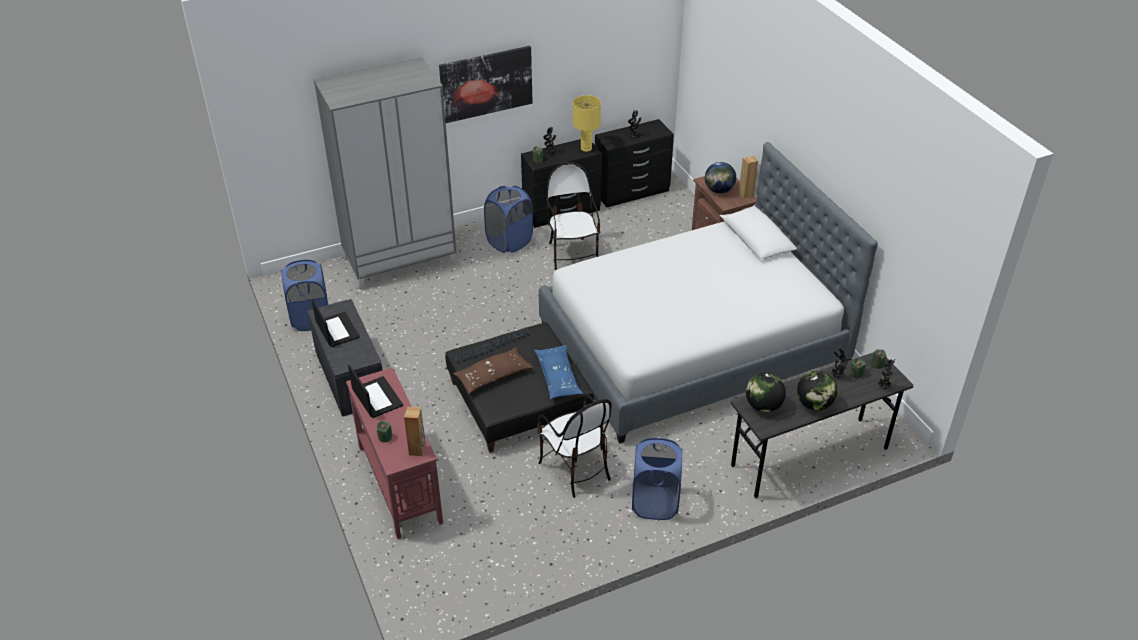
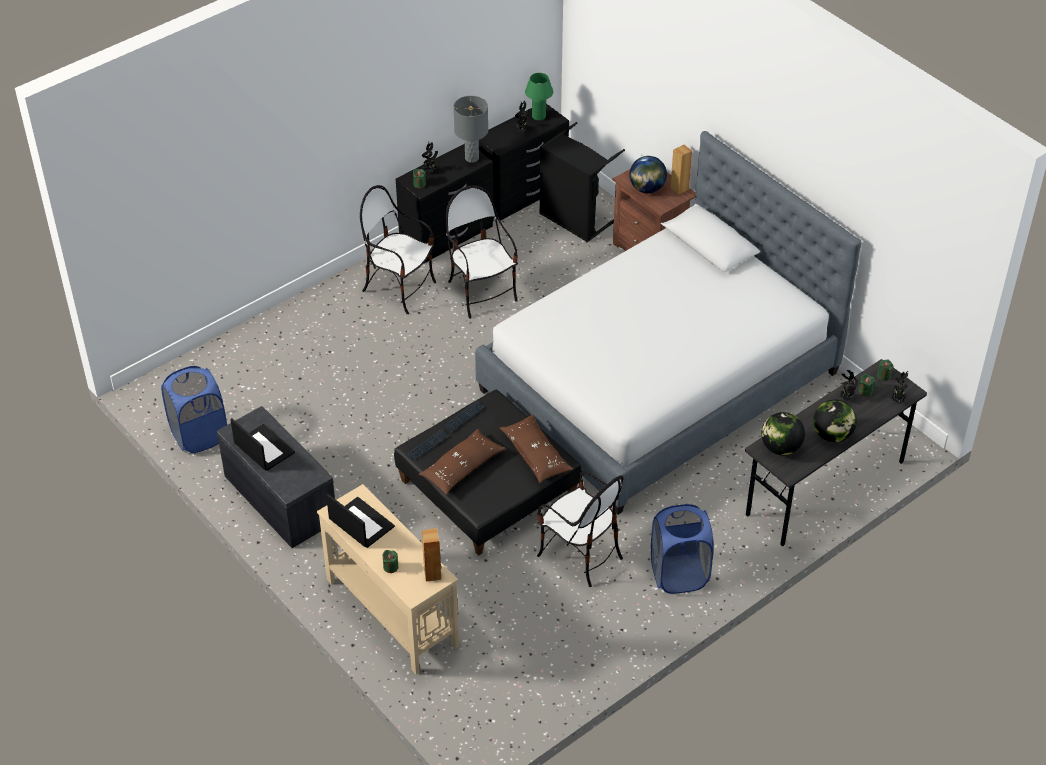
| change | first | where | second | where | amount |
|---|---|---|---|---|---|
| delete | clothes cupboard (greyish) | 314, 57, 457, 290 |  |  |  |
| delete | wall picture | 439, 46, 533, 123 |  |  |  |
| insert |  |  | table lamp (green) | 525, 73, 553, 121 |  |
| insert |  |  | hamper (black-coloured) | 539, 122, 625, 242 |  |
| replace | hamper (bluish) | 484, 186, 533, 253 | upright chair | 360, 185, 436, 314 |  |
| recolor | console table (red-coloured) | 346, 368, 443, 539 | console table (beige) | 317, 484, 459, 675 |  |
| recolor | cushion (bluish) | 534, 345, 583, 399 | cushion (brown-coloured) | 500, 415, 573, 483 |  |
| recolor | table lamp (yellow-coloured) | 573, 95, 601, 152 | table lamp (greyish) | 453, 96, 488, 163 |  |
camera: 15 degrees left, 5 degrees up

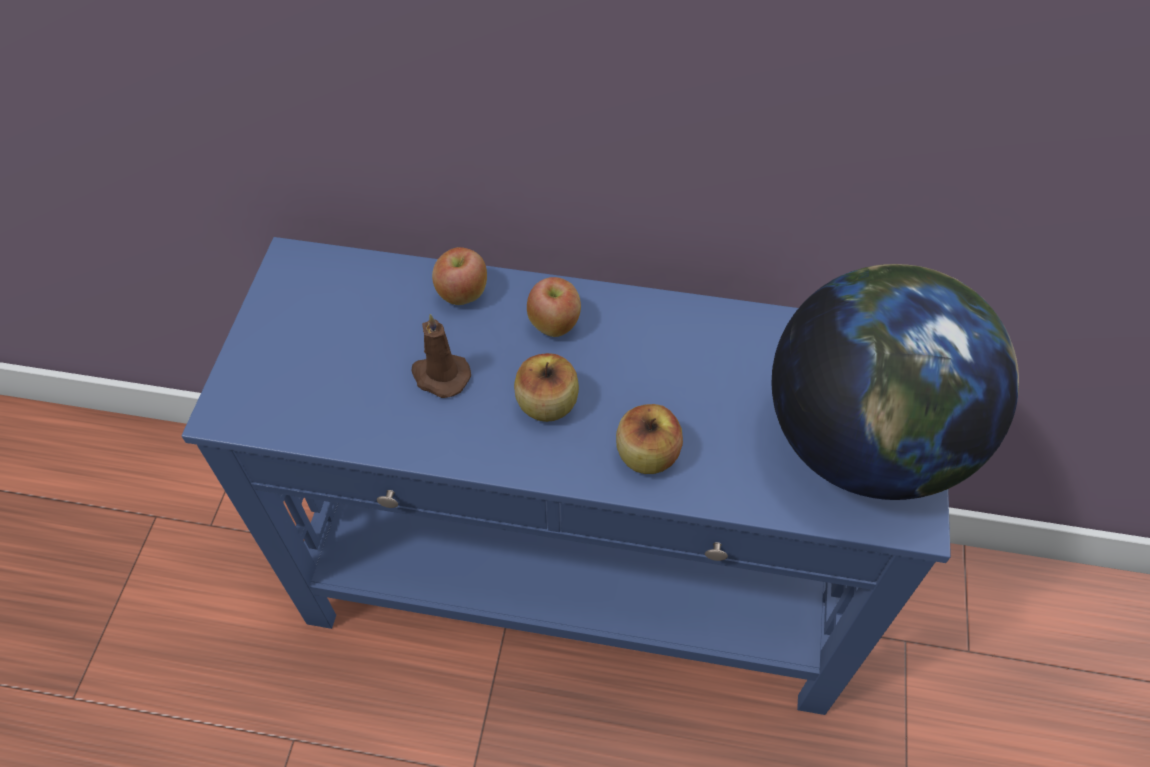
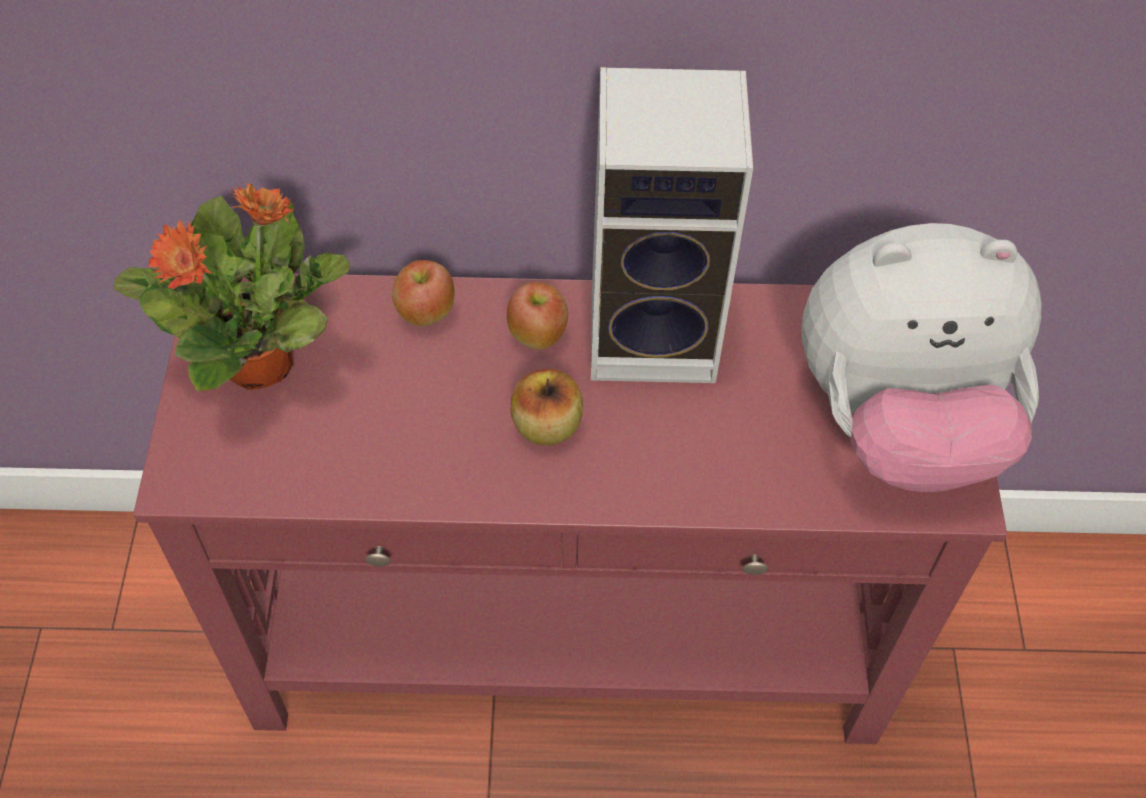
| change | first | where | second | where | amount |
|---|---|---|---|---|---|
| delete | wax candle (brown-coloured) | 411, 314, 471, 398 |  |  |  |
| delete | apple fruit | 616, 404, 683, 474 |  |  |  |
| insert |  |  | houseplant | 113, 183, 350, 391 |  |
| insert |  |  | audio speaker | 591, 67, 753, 383 |  |
| replace | desk globe | 772, 264, 1019, 500 | soft toy | 801, 223, 1041, 492 |  |
| recolor | console table (bluish) | 182, 237, 951, 715 | console table (red-coloured) | 133, 273, 1007, 744 |  |
camera: 10 degrees left, 0 degrees up

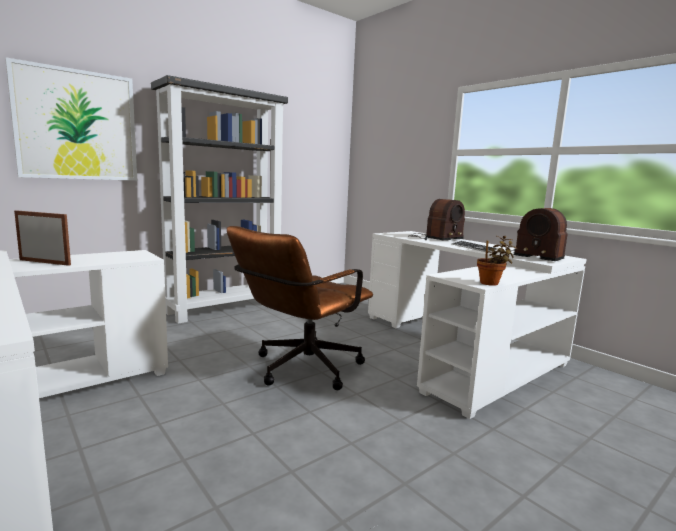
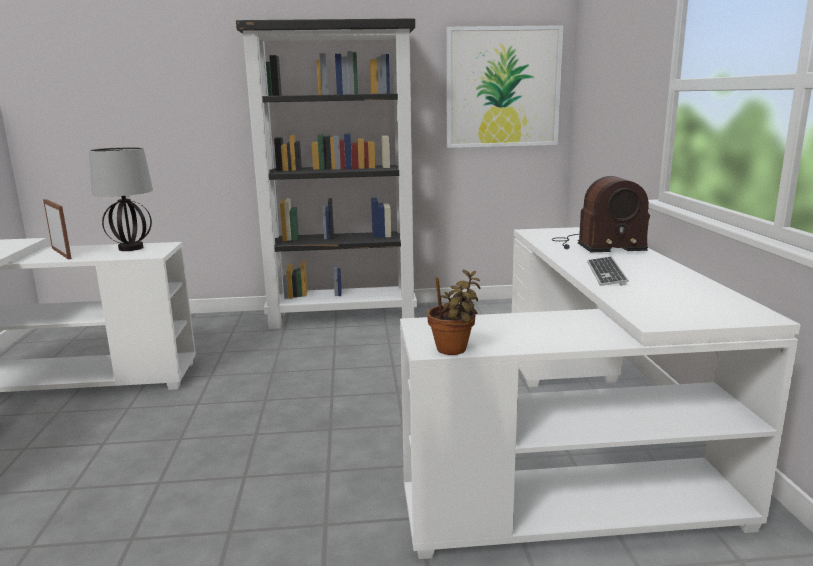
| change | first | where | second | where | amount |
|---|---|---|---|---|---|
| delete | computer chair (brown-coloured) | 227, 226, 373, 390 |  |  |  |
| delete | radio | 510, 208, 568, 261 |  |  |  |
| insert |  |  | table lamp | 89, 147, 153, 251 |  |
| move | wall picture | 5, 57, 137, 181 |  | 447, 25, 564, 148 |  |
camera: 35 degrees right, 5 degrees up

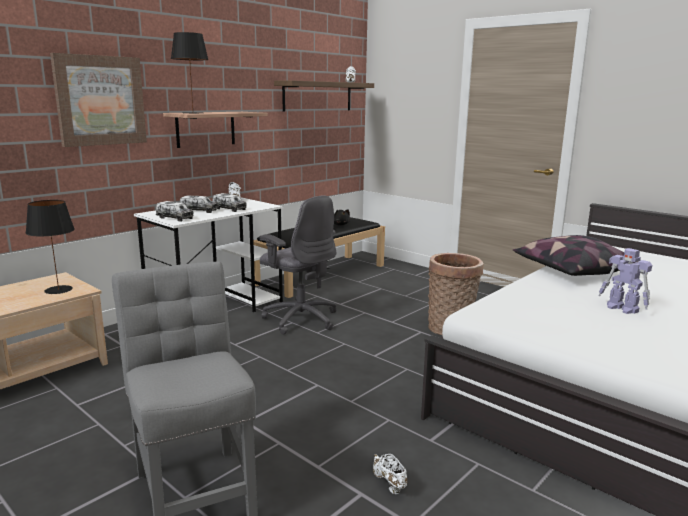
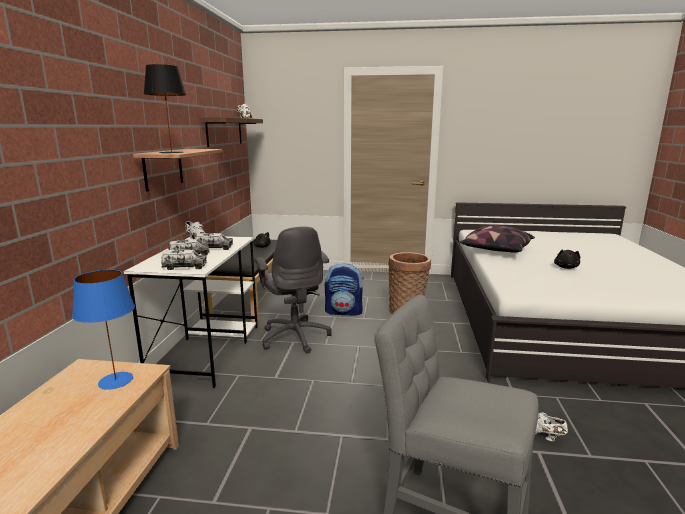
| change | first | where | second | where | amount |
|---|---|---|---|---|---|
| delete | wall picture | 50, 53, 147, 147 |  |  |  |
| insert |  |  | rucksack | 325, 263, 364, 316 |  |
| replace | robot figure | 598, 248, 652, 314 | soft toy (black-coloured) | 554, 249, 580, 269 |  |
| recolor | table lamp (black-coloured) | 26, 200, 75, 294 | table lamp (bluish) | 72, 269, 135, 390 |  |
| rotate | computer chair (greyish) | 260, 195, 337, 335 |  | 254, 226, 332, 354 | 60 degrees clockwise |
camera: 35 degrees left, 0 degrees up

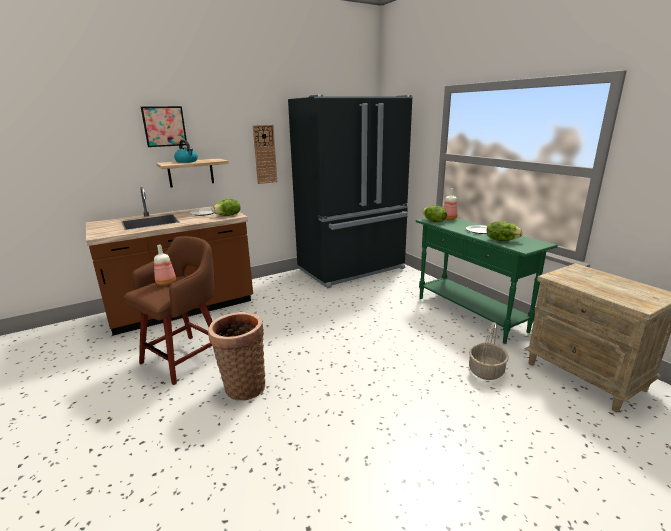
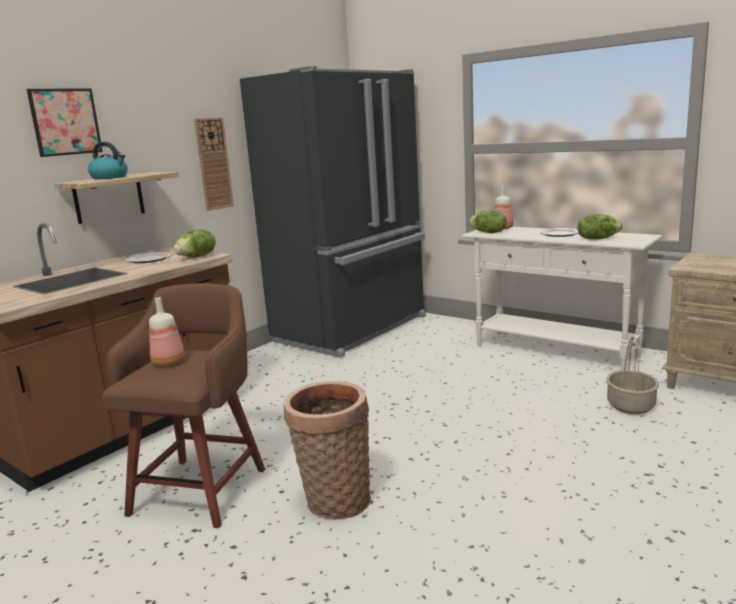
| change | first | where | second | where | amount |
|---|---|---|---|---|---|
| recolor | console table (green) | 416, 218, 558, 344 | console table (whitish) | 462, 227, 663, 370 |  |
camera: 20 degrees left, 5 degrees down

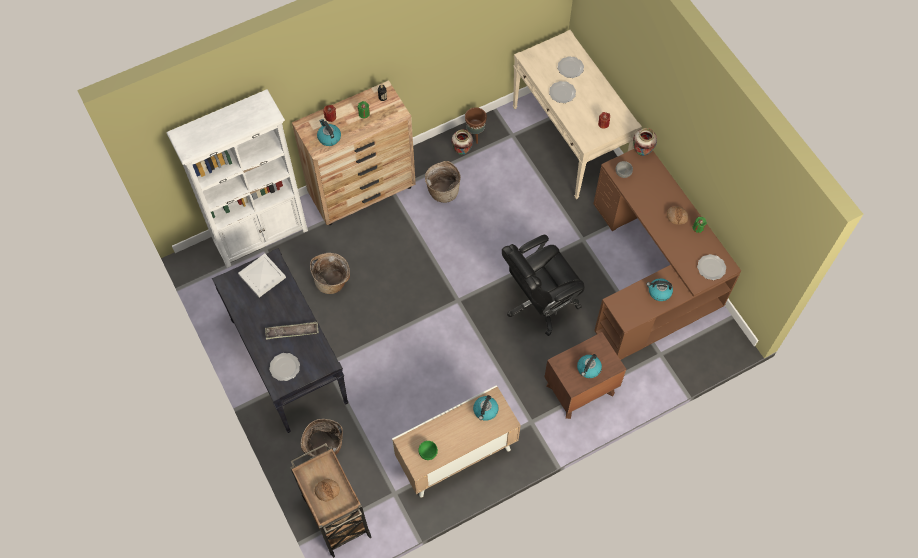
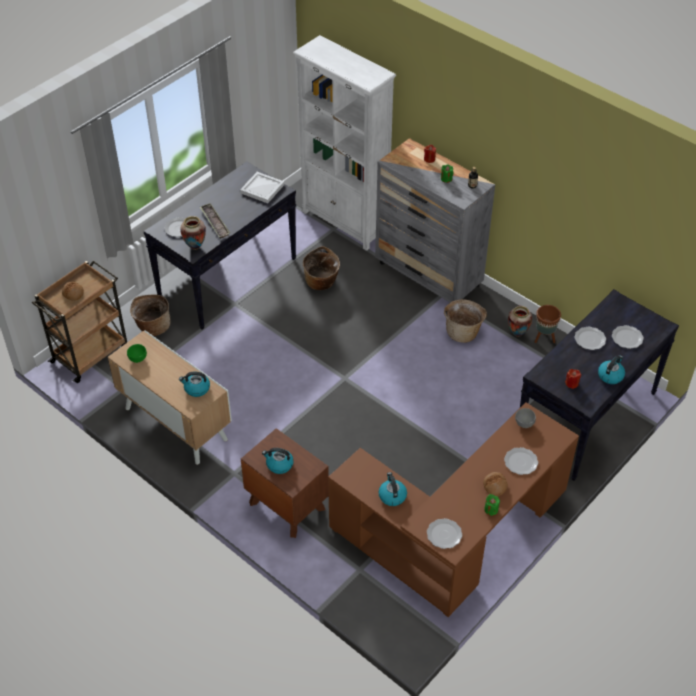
| change | first | where | second | where | amount |
|---|---|---|---|---|---|
| delete | computer chair (black-coloured) | 502, 235, 585, 336 |  |  |  |
| insert |  |  | flat dish | 504, 447, 538, 475 |  |
| move | kettle | 317, 119, 341, 146 |  | 598, 355, 625, 384 |  |
| move | flower vase | 633, 128, 657, 156 |  | 180, 216, 206, 250 |  |
| recolor | chest of drawers (brown-coloured) | 292, 80, 416, 225 | chest of drawers (greyish) | 375, 138, 495, 303 |  |
| recolor | console table (beige) | 513, 30, 642, 199 | console table (black-coloured) | 520, 289, 679, 481 |  |
camera: 70 degrees right, 15 degrees down

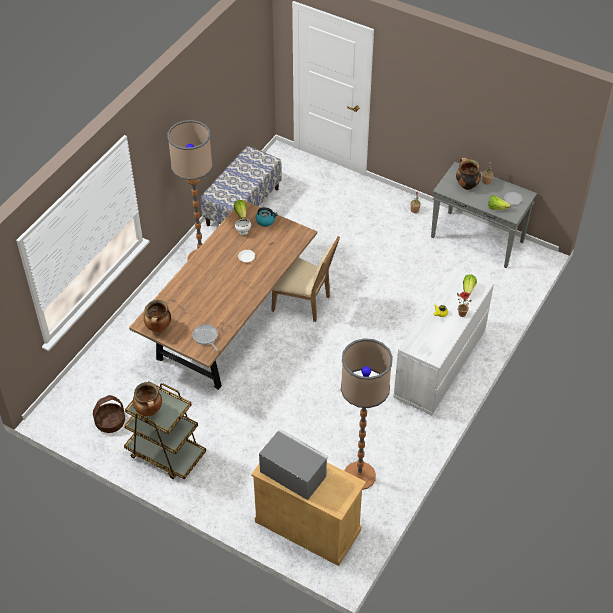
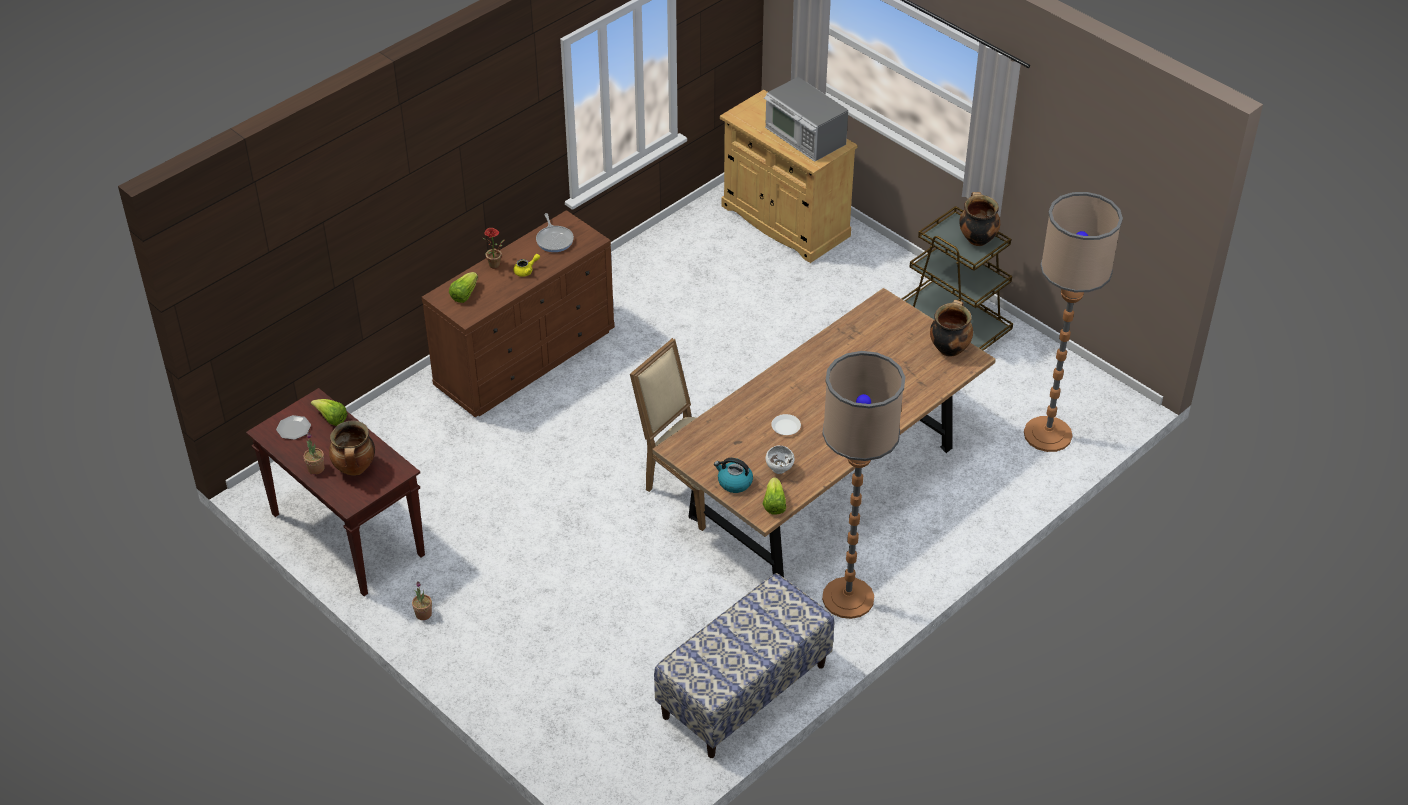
| change | first | where | second | where | amount |
|---|---|---|---|---|---|
| delete | storage basket | 93, 395, 125, 433 |  |  |  |
| move | frying pan | 192, 324, 218, 351 |  | 536, 213, 574, 252 |  |
| move | standard lamp | 341, 338, 393, 490 |  | 1024, 192, 1123, 452 |  |
| recolor | chest of drawers (whitish) | 393, 267, 494, 415 | chest of drawers (brown-coloured) | 422, 210, 615, 417 |  |
| recolor | console table (greyish) | 431, 162, 537, 268 | console table (brown-coloured) | 246, 388, 425, 596 |  |
camera: 165 degrees left, 5 degrees down

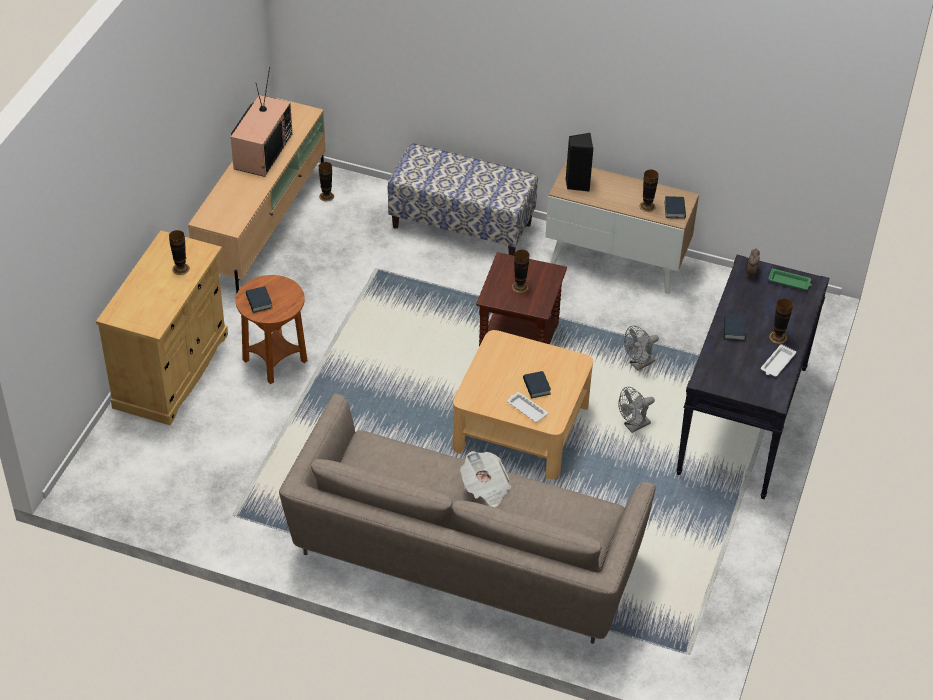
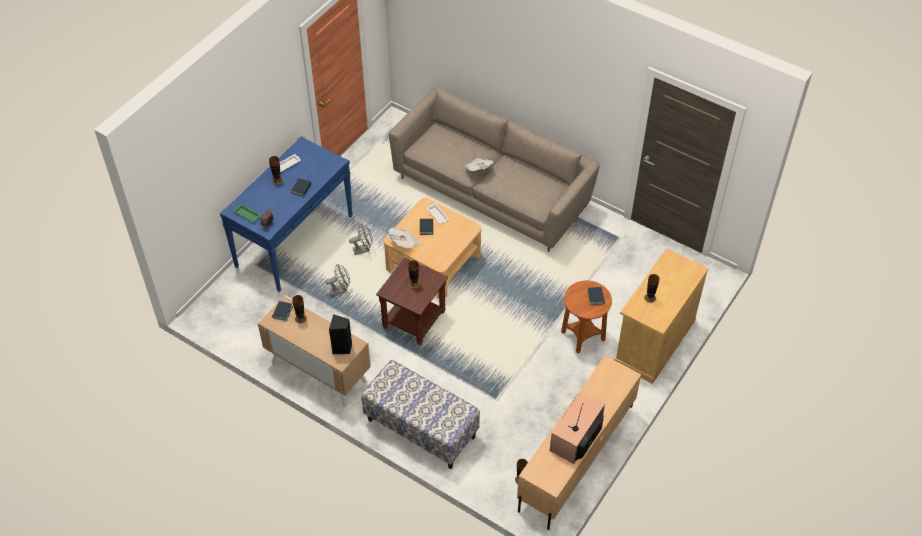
| change | first | where | second | where | amount |
|---|---|---|---|---|---|
| insert |  |  | printed paper | 388, 227, 421, 249 |  |
| recolor | console table (black-coloured) | 676, 255, 830, 499 | console table (bluish) | 220, 136, 352, 292 |  |
camera: 165 degrees left, 5 degrees up

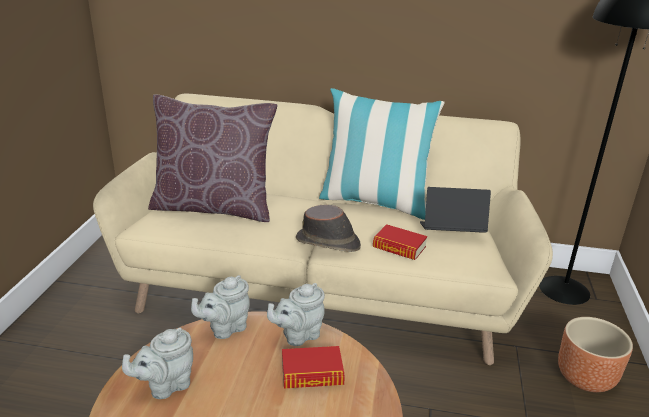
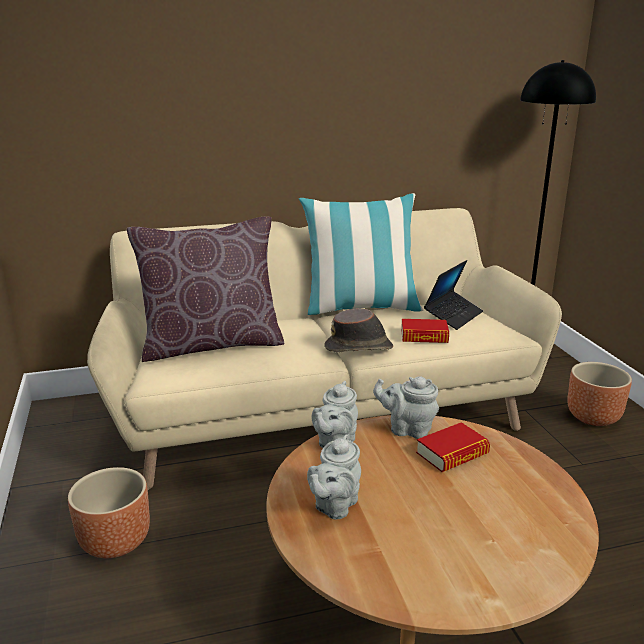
| change | first | where | second | where | amount |
|---|---|---|---|---|---|
| insert |  |  | flower pot (brown-coloured) | 68, 467, 150, 558 |  |
| rotate | tea pot (greyish) | 267, 283, 325, 346 |  | 373, 376, 439, 439 | 75 degrees clockwise |
| rotate | notebook computer | 420, 187, 491, 233 |  | 424, 260, 483, 330 | 150 degrees clockwise |
camera: 25 degrees left, 5 degrees down

